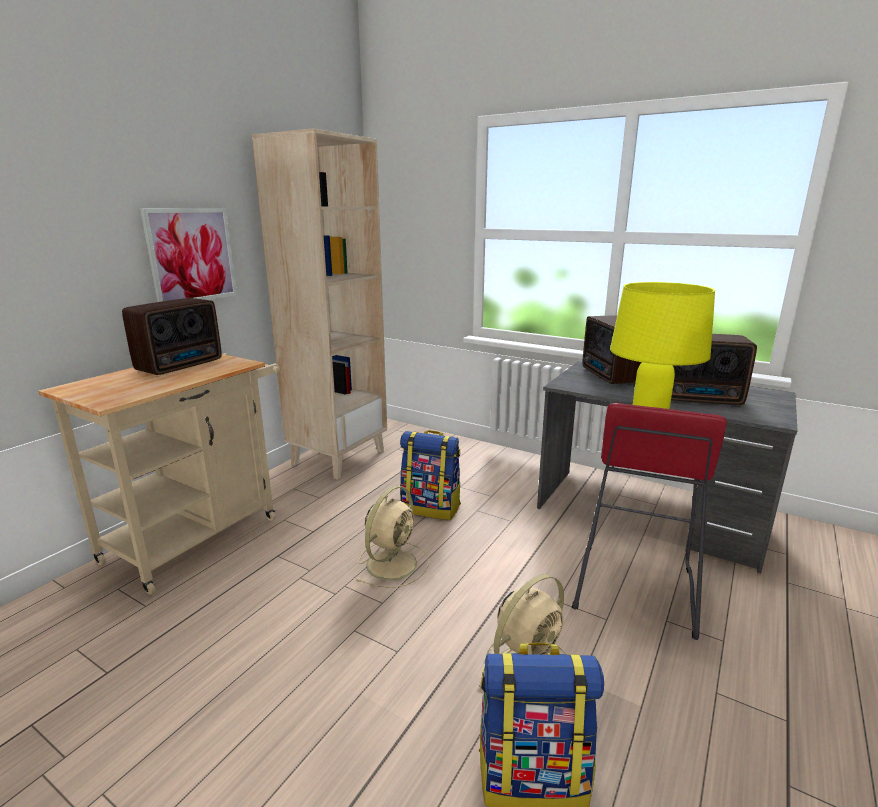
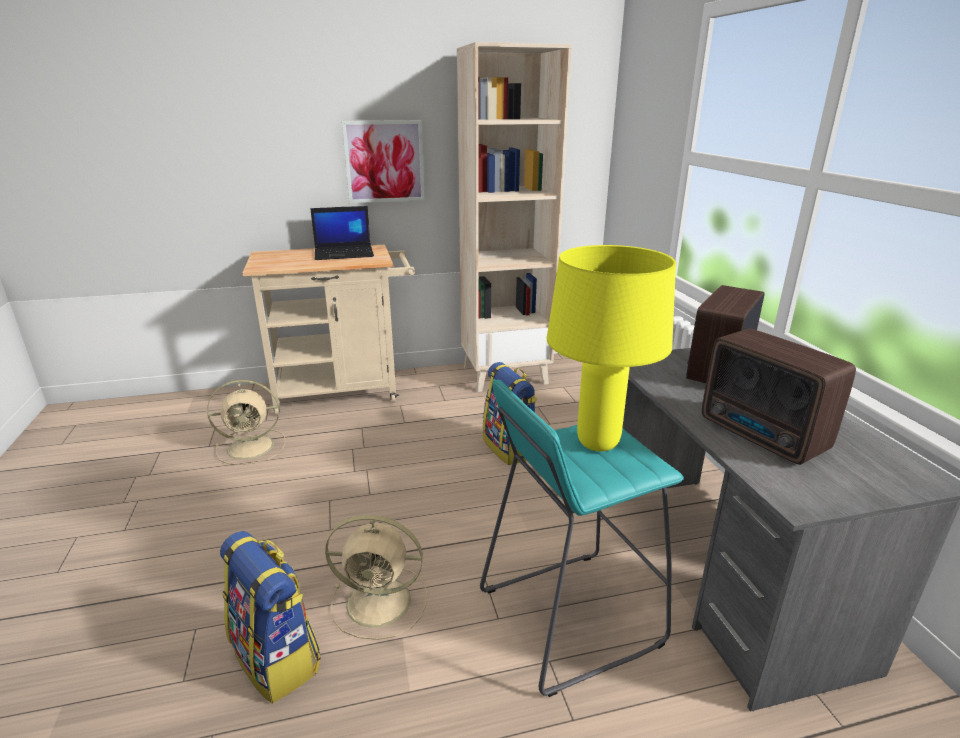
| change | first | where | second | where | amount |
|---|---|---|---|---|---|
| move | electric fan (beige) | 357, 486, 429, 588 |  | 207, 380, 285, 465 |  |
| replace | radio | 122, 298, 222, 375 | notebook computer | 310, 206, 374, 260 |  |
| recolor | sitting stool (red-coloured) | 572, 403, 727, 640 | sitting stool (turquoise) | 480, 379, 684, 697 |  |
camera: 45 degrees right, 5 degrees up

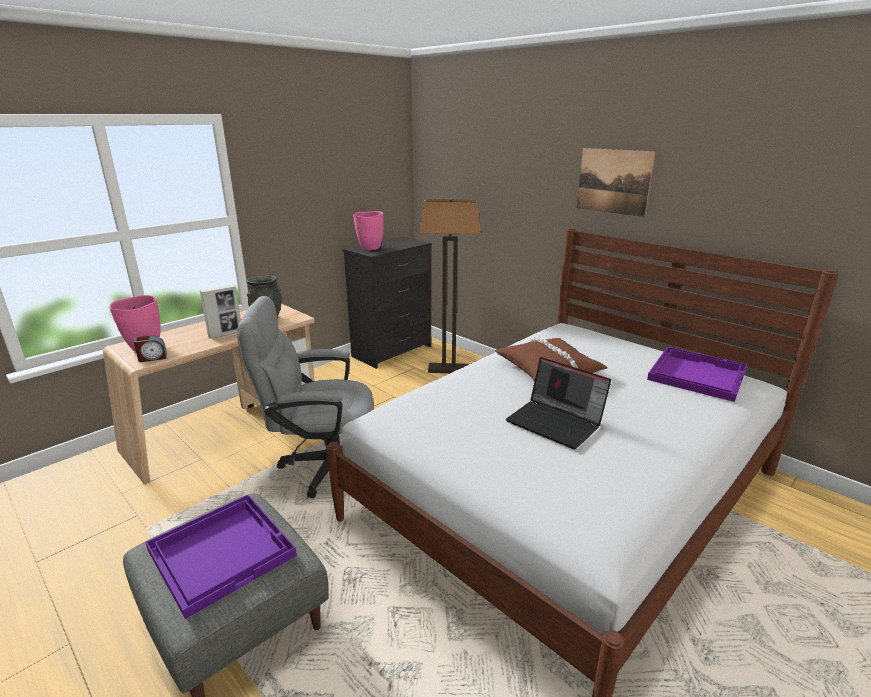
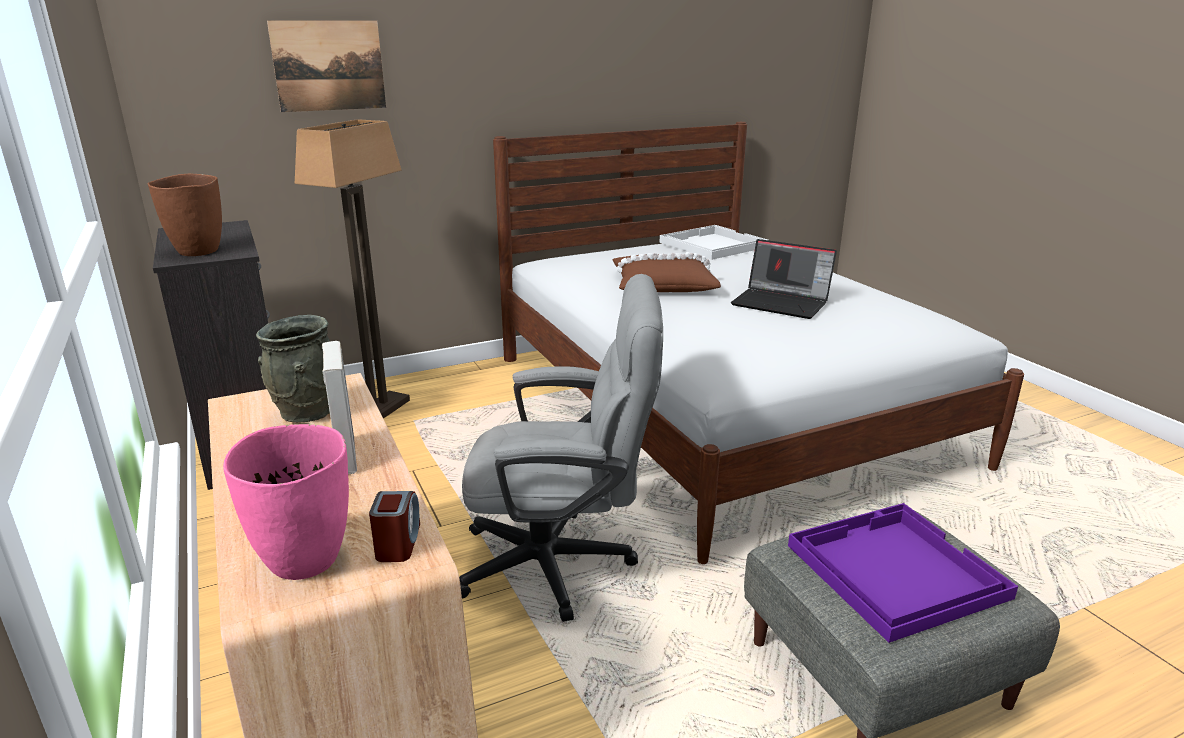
| change | first | where | second | where | amount |
|---|---|---|---|---|---|
| move | wall picture | 577, 148, 655, 217 |  | 267, 20, 386, 112 |  |
| recolor | flower vase (pink-coloured) | 353, 211, 384, 250 | flower vase (brown-coloured) | 148, 174, 222, 256 |  |
| recolor | carrying tray (purple) | 647, 347, 747, 402 | carrying tray (whitish) | 660, 225, 768, 260 |  |
| rotate | computer chair (greyish) | 237, 296, 374, 498 |  | 459, 274, 663, 622 | 105 degrees counterclockwise |
| rotate | notebook computer | 506, 357, 611, 449 |  | 731, 239, 837, 319 | 60 degrees clockwise |
camera: 70 degrees left, 0 degrees up

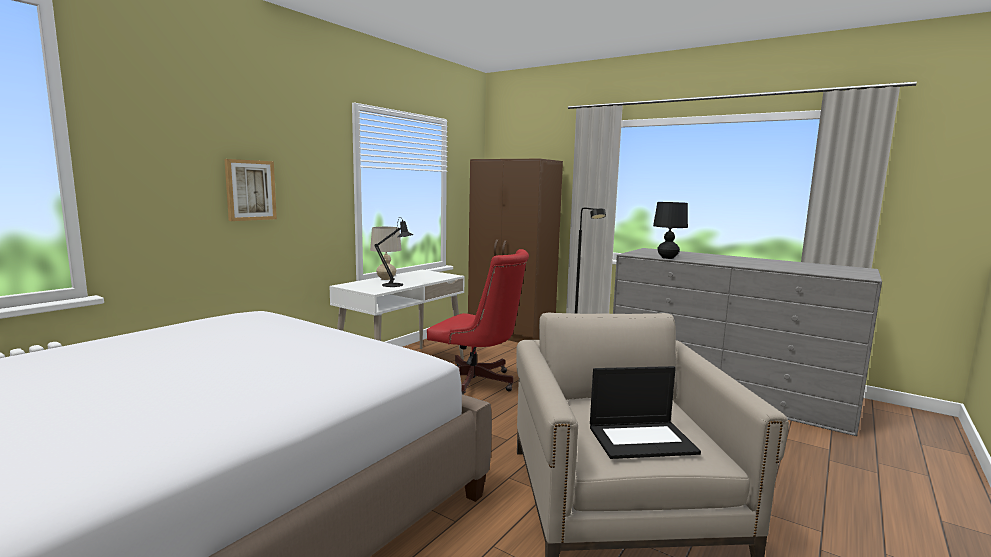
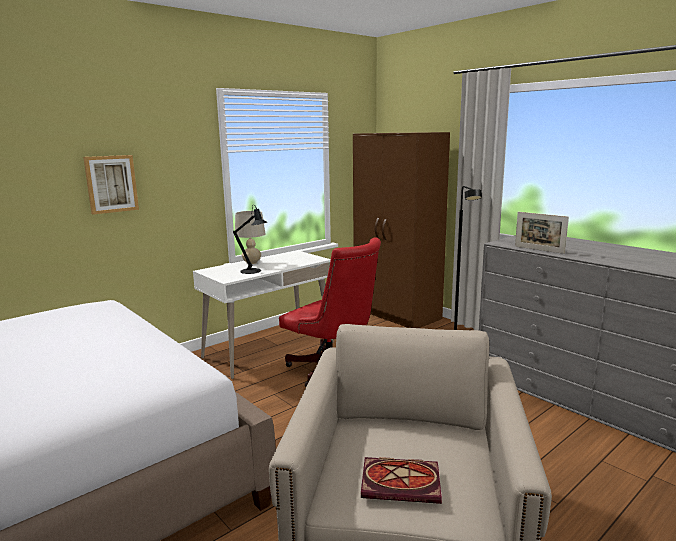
| change | first | where | second | where | amount |
|---|---|---|---|---|---|
| replace | notebook computer | 590, 366, 701, 459 | book | 361, 457, 442, 504 |  |
| replace | table lamp (black-coloured) | 653, 202, 688, 259 | standing frame | 515, 212, 569, 254 |  |
camera: 15 degrees right, 5 degrees up

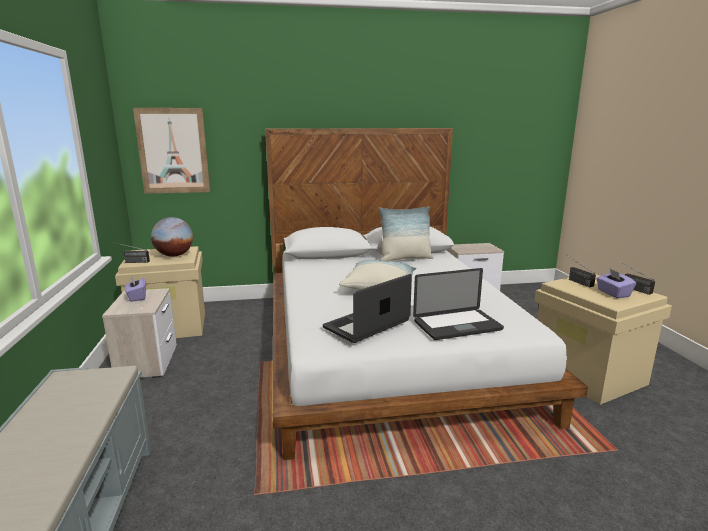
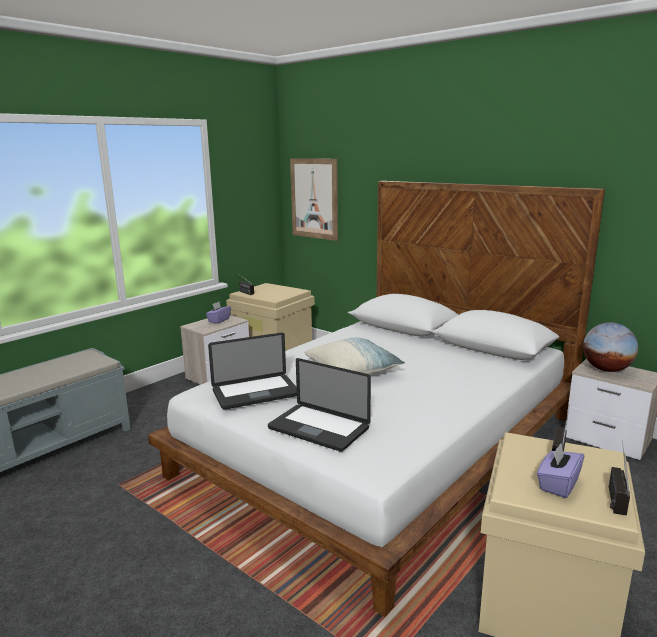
| change | first | where | second | where | amount |
|---|---|---|---|---|---|
| delete | cushion | 378, 206, 434, 261 |  |  |  |
| move | desk globe | 151, 217, 193, 257 |  | 583, 322, 638, 372 |  |
| rotate | notebook computer | 323, 274, 412, 343 |  | 208, 333, 297, 410 | 150 degrees clockwise |
camera: 50 degrees right, 0 degrees up

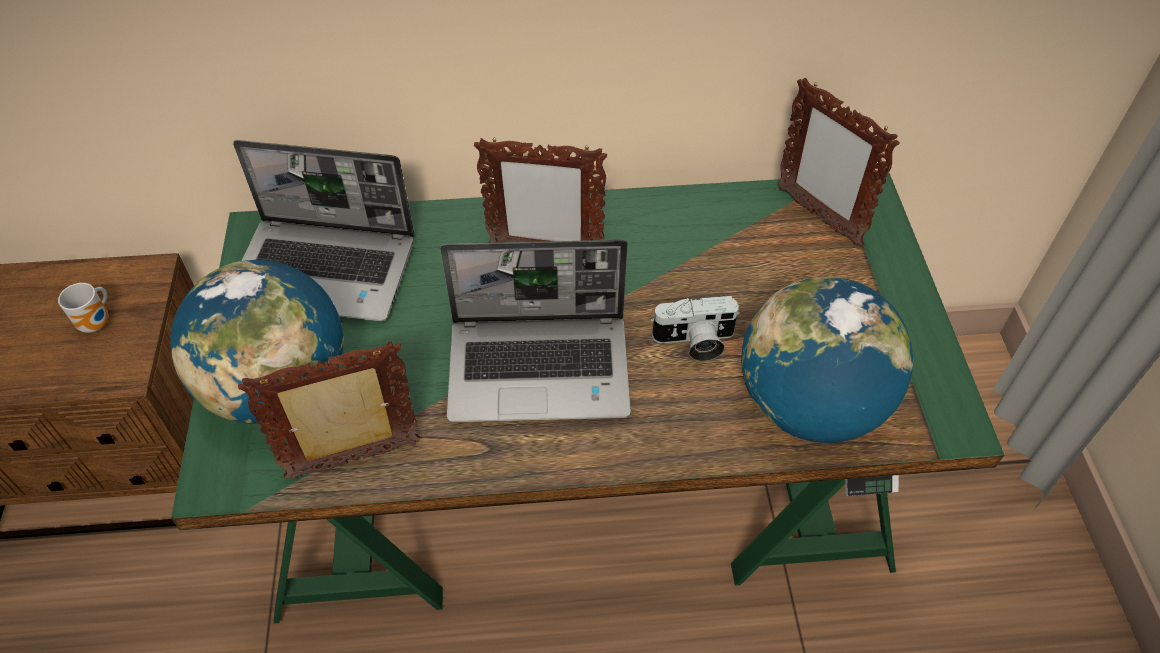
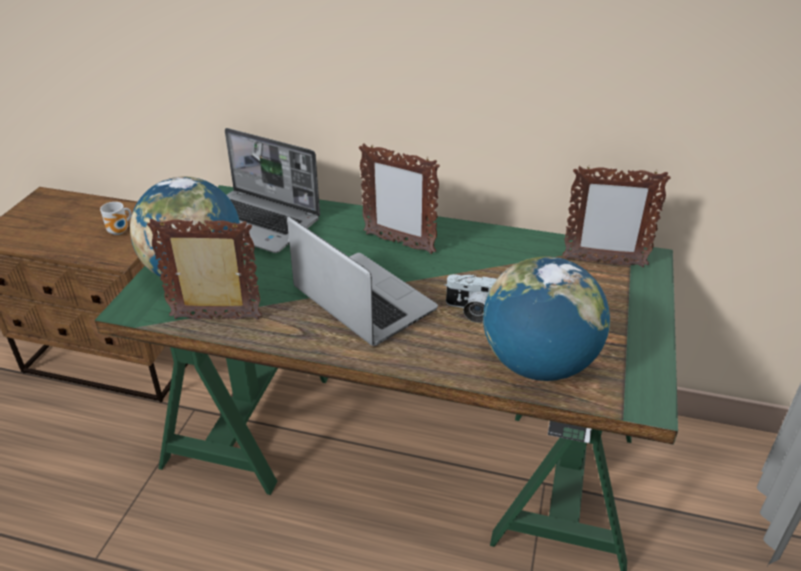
| change | first | where | second | where | amount |
|---|---|---|---|---|---|
| rotate | notebook computer | 440, 240, 631, 422 |  | 287, 216, 438, 346 | 150 degrees counterclockwise |
| rotate | standing frame | 777, 77, 900, 246 |  | 563, 165, 671, 267 | 60 degrees counterclockwise |
camera: 20 degrees right, 15 degrees down

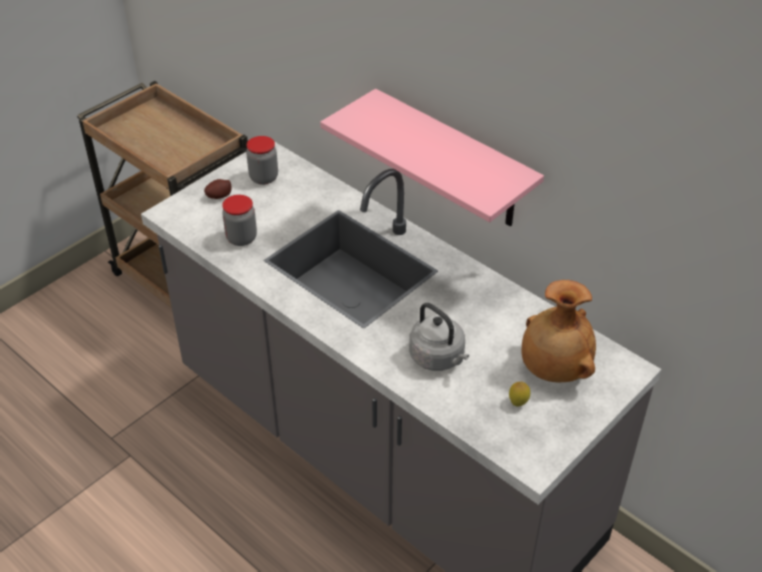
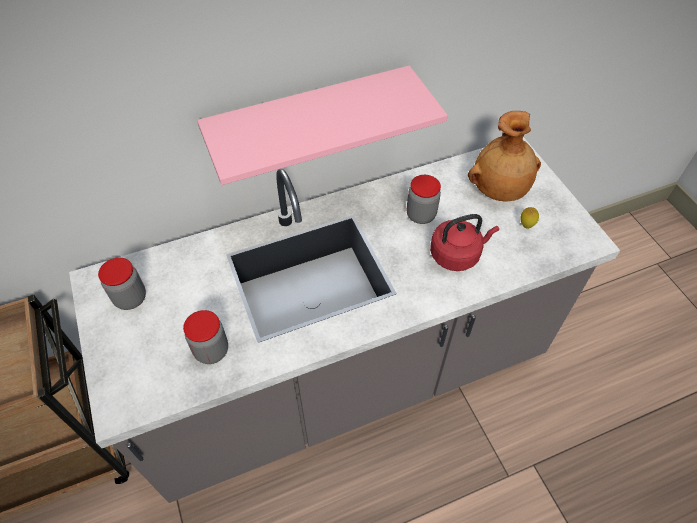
| change | first | where | second | where | amount |
|---|---|---|---|---|---|
| delete | whole potato | 204, 179, 232, 199 |  |  |  |
| insert |  |  | storage jar | 407, 175, 441, 224 |  |
| recolor | kettle (greyish) | 409, 303, 469, 371 | kettle (red-coloured) | 430, 214, 499, 271 |  |
camera: 65 degrees left, 10 degrees up

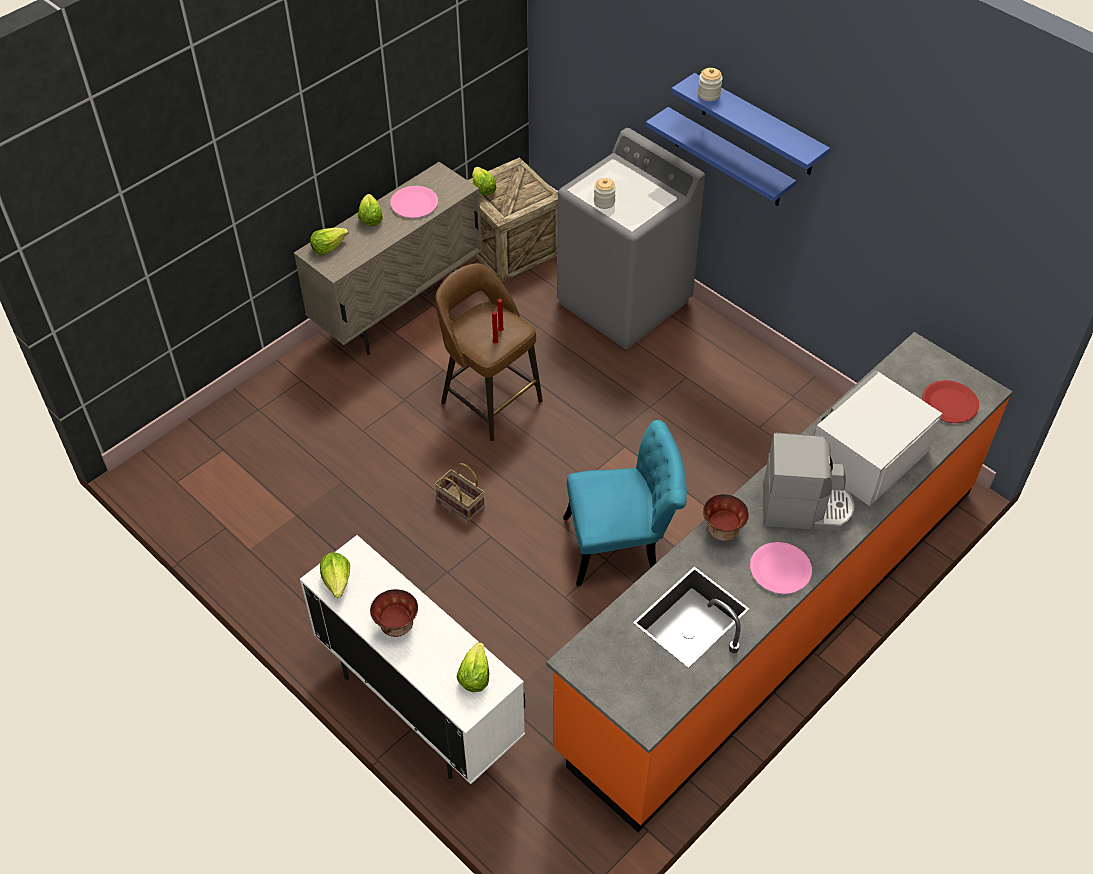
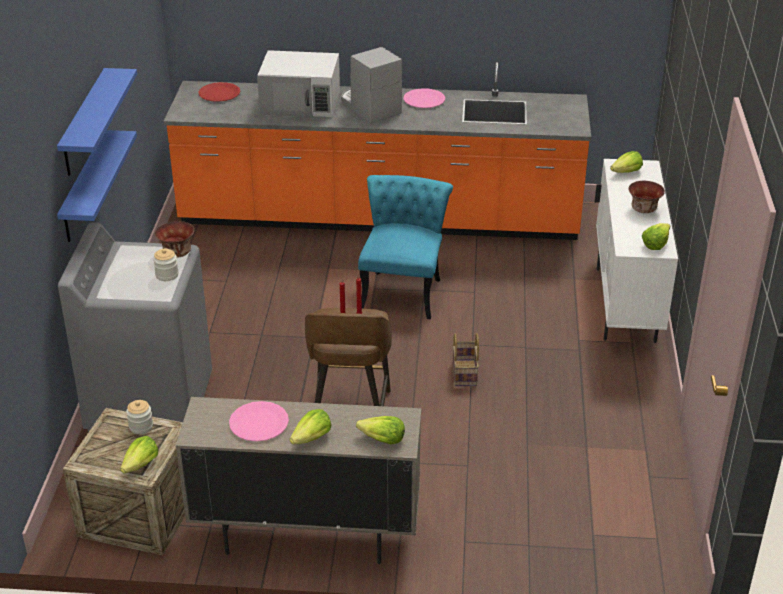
| change | first | where | second | where | amount |
|---|---|---|---|---|---|
| move | storage jar | 698, 68, 723, 101 |  | 126, 400, 153, 434 |  |
| move | bowl | 703, 494, 749, 541 |  | 155, 221, 194, 258 |  |
| rotate | upright chair (turquoise) | 563, 420, 687, 587 |  | 358, 175, 453, 319 | 60 degrees clockwise |
camera: 130 degrees left, 15 degrees down

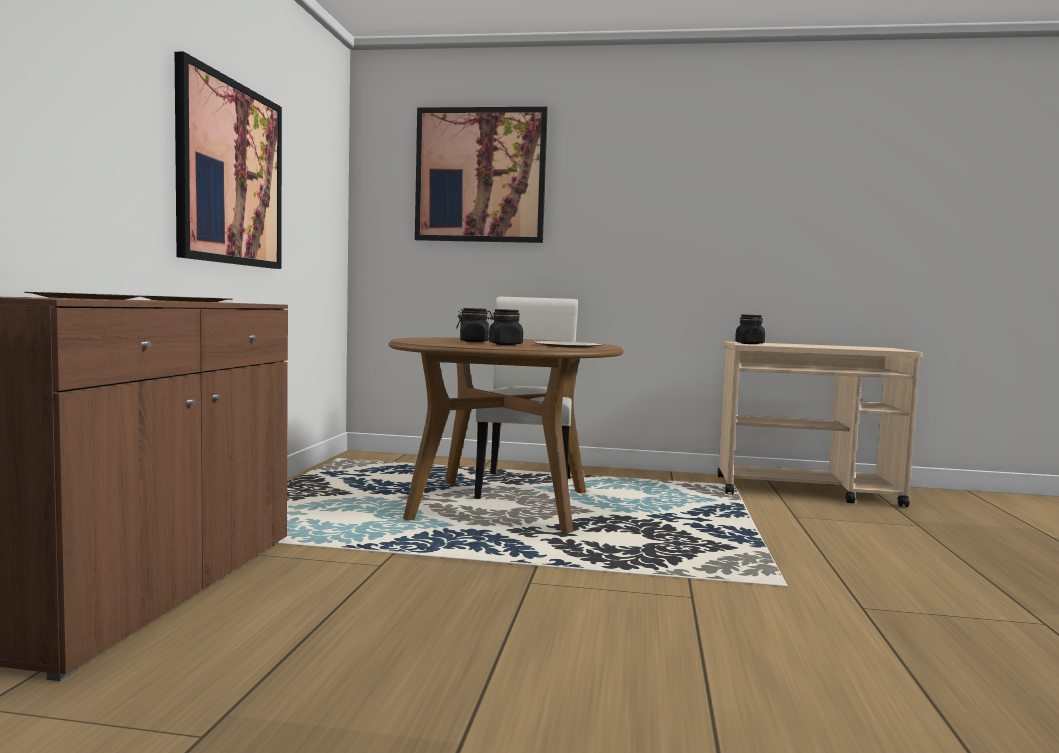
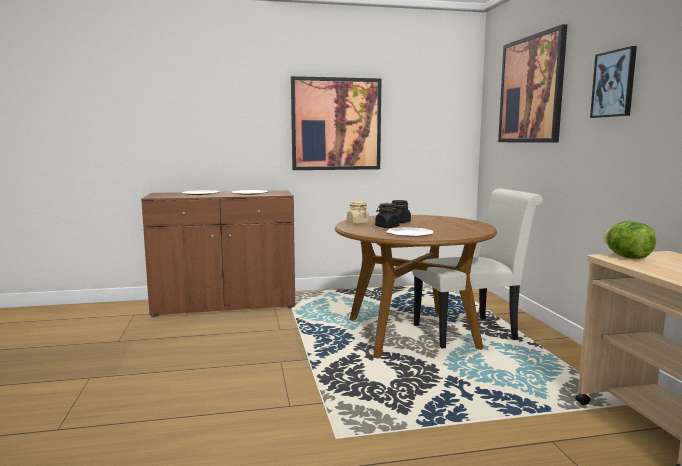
| change | first | where | second | where | amount |
|---|---|---|---|---|---|
| insert |  |  | storage jar (beige) | 347, 201, 370, 224 |  |
| insert |  |  | wall picture | 590, 46, 637, 118 |  |
| replace | storage jar (black-coloured) | 735, 314, 765, 344 | lettuce | 604, 221, 656, 259 |  |
camera: 70 degrees right, 5 degrees up

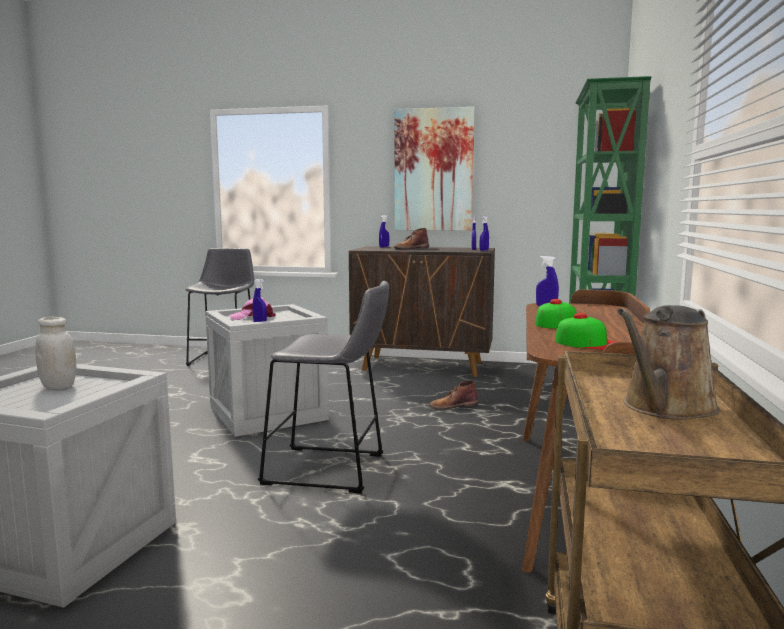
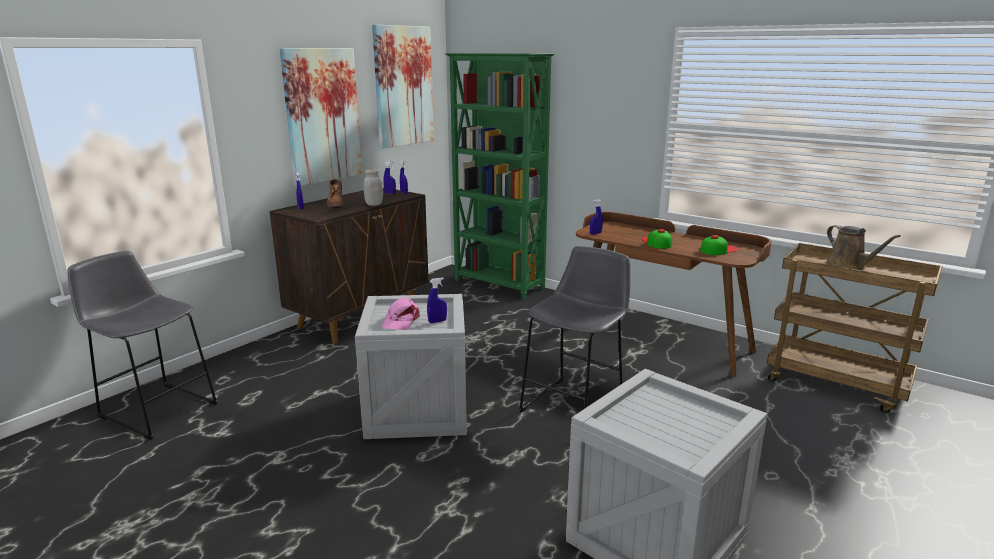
| change | first | where | second | where | amount |
|---|---|---|---|---|---|
| delete | high-top boot (brown-coloured) | 429, 380, 478, 410 |  |  |  |
| insert |  |  | wall picture | 372, 25, 434, 149 |  |
| move | storage jar (whitish) | 35, 317, 77, 389 |  | 363, 169, 383, 206 |  |
camera: 65 degrees left, 10 degrees up

